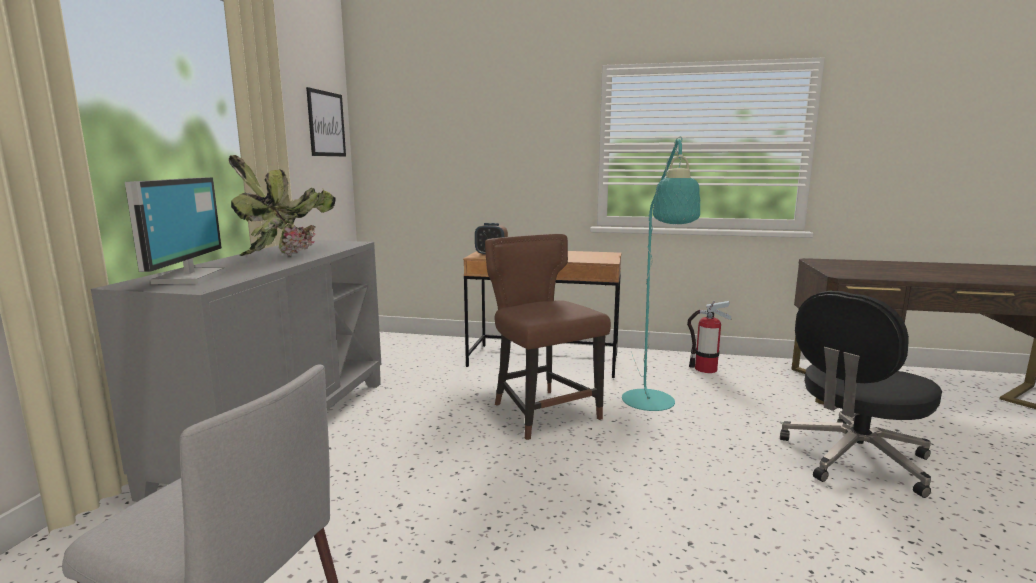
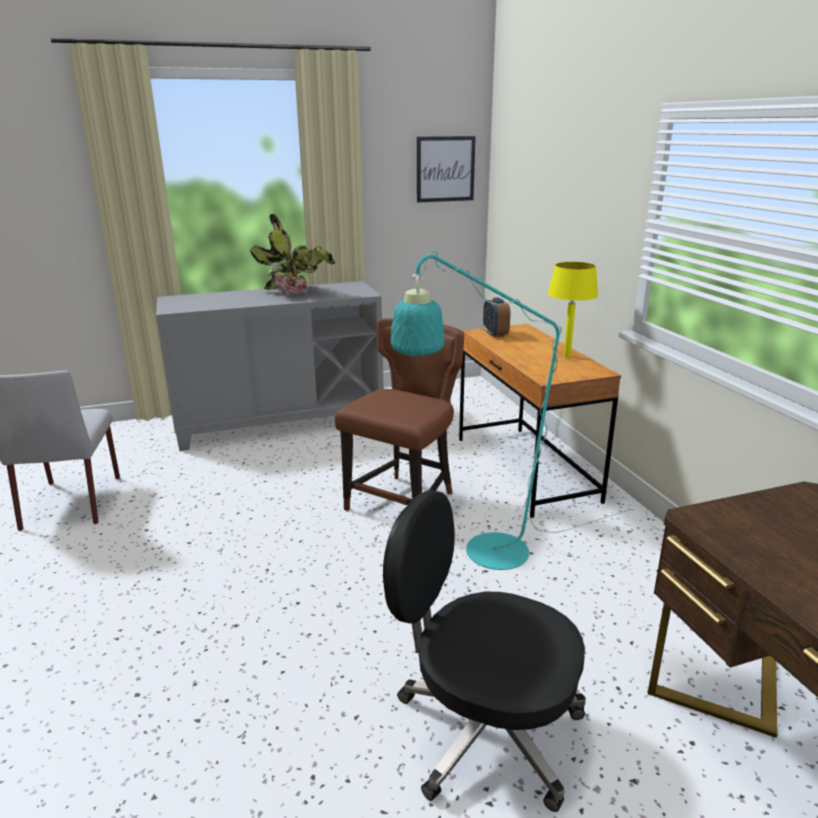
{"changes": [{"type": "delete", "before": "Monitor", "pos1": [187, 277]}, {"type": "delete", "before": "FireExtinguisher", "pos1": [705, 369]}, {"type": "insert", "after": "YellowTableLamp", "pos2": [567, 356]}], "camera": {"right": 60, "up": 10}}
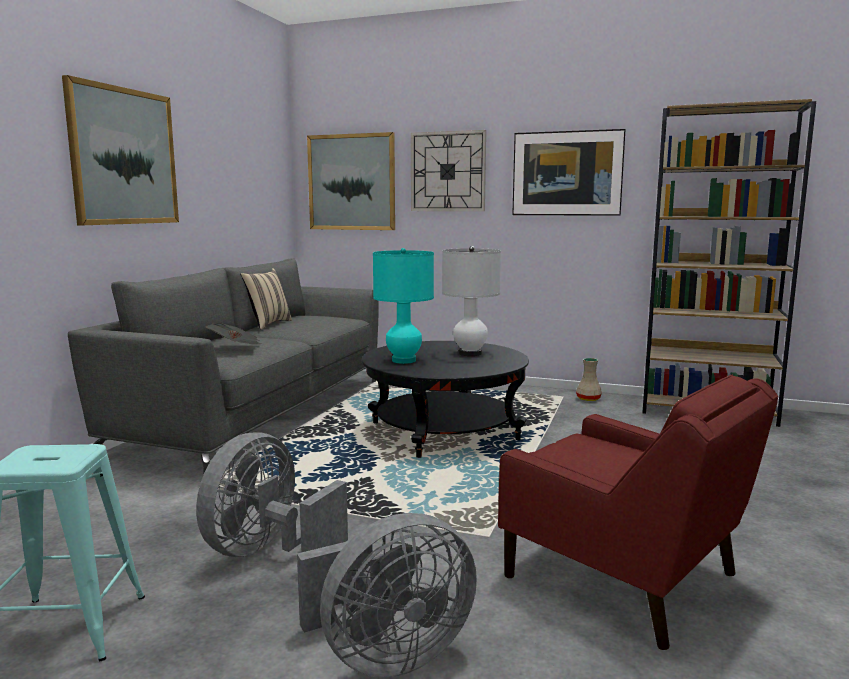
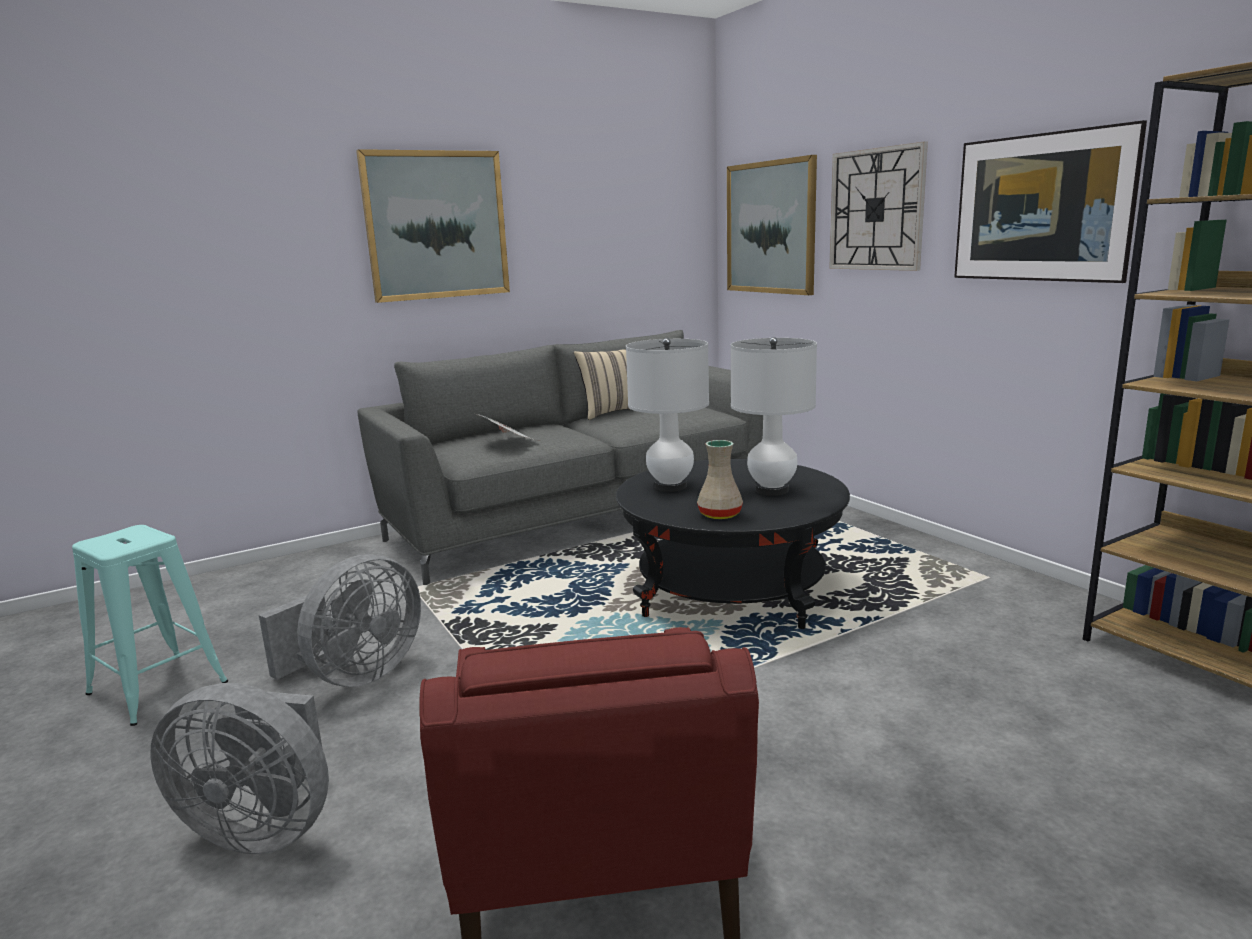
{"changes": [{"type": "recolor", "before": "TurquoiseTableLamp", "after": "WhiteTableLamp", "pos1": [404, 360], "pos2": [670, 487]}, {"type": "move", "before": "BeigeColouredFlowerVase", "pos1": [588, 399], "pos2": [719, 515]}, {"type": "rotate", "before": "GrayCoolingFan", "pos1": [267, 551], "pos2": [356, 676], "turn": 150}], "camera": {"right": 40, "up": 5}}
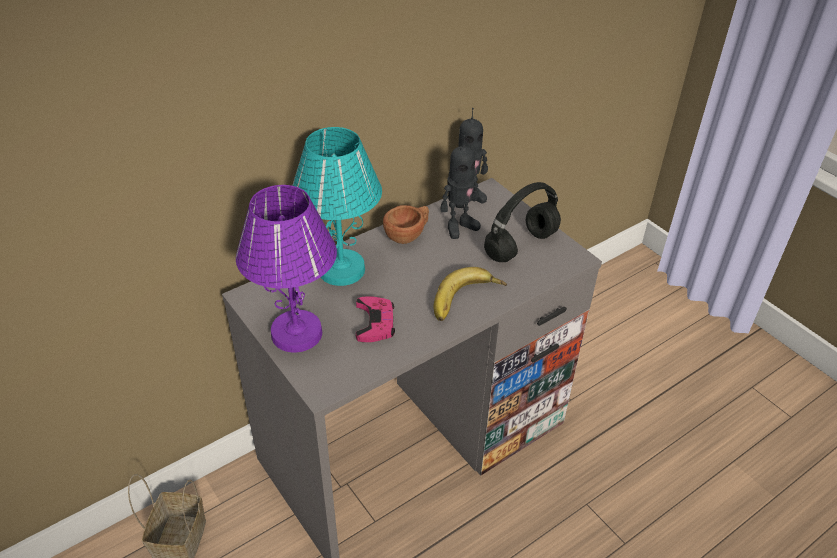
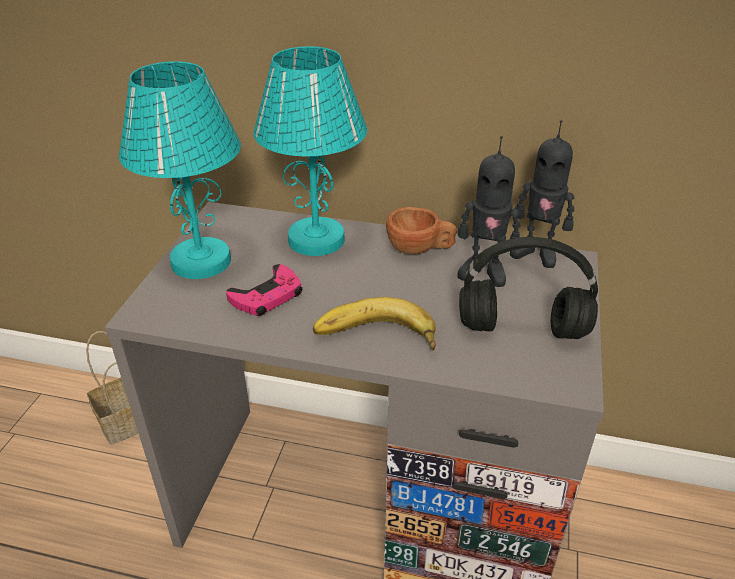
{"changes": [{"type": "recolor", "before": "PurpleTableLamp", "after": "TurquoiseTableLamp", "pos1": [296, 334], "pos2": [200, 261]}], "camera": {"right": 50, "up": -5}}
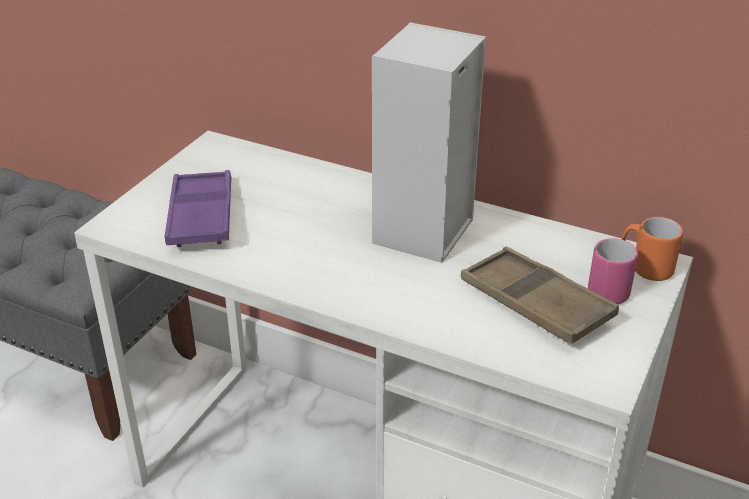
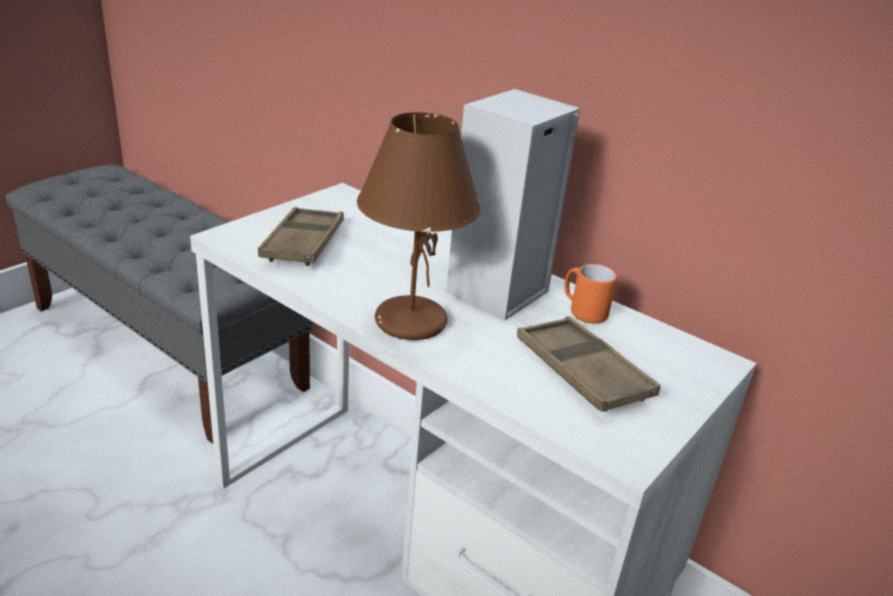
{"changes": [{"type": "recolor", "before": "PurpleTray", "after": "BrownishTray", "pos1": [201, 216], "pos2": [303, 243]}, {"type": "move", "before": "OrangeCoffeeMug", "pos1": [645, 268], "pos2": [582, 312]}, {"type": "delete", "before": "PinkishCoffeeMug", "pos1": [607, 288]}, {"type": "insert", "after": "BrownishTableLamp", "pos2": [409, 321]}], "camera": {"right": 10, "up": -5}}
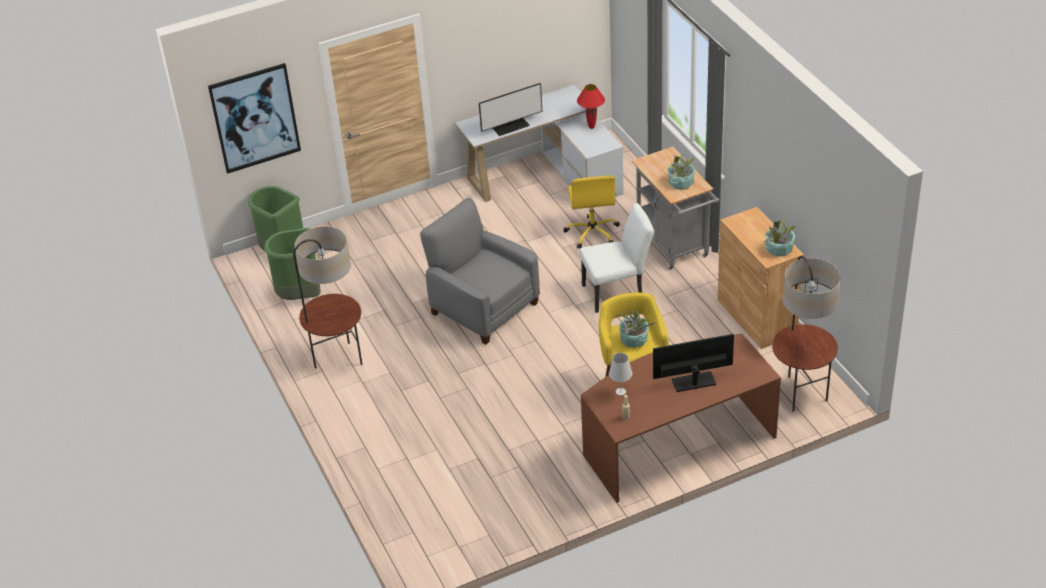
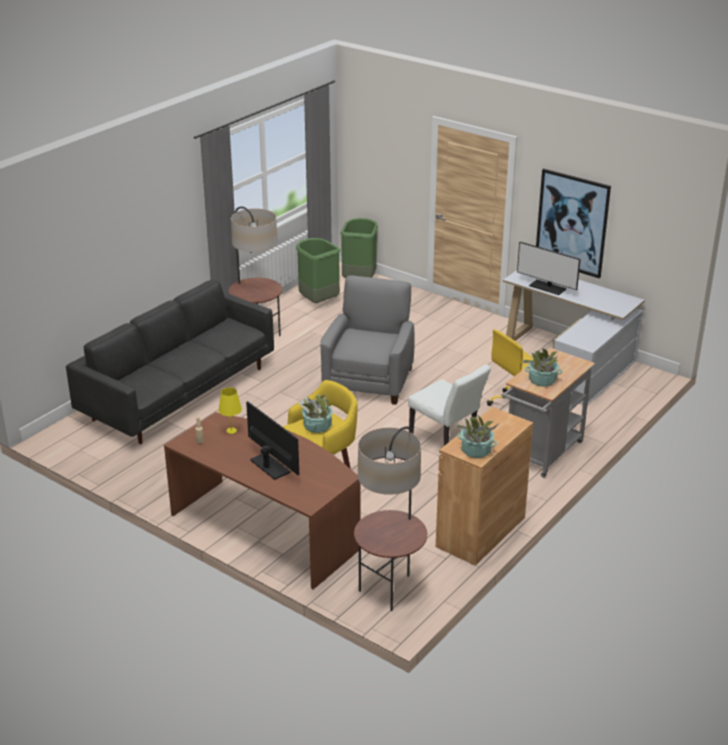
{"changes": [{"type": "move", "before": "WallArt", "pos1": [255, 118], "pos2": [572, 223]}, {"type": "delete", "before": "ReddishTableLamp", "pos1": [592, 127]}, {"type": "recolor", "before": "WhiteTableLamp", "after": "YellowTableLamp", "pos1": [621, 392], "pos2": [231, 431]}, {"type": "insert", "after": "BlackSettee", "pos2": [180, 394]}], "camera": {"right": 60, "up": -10}}
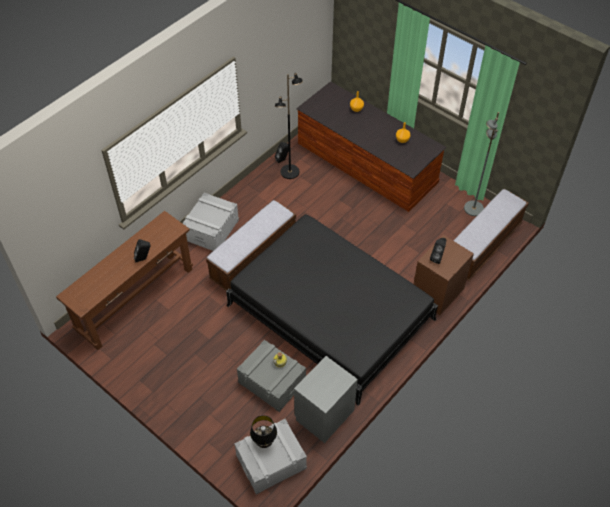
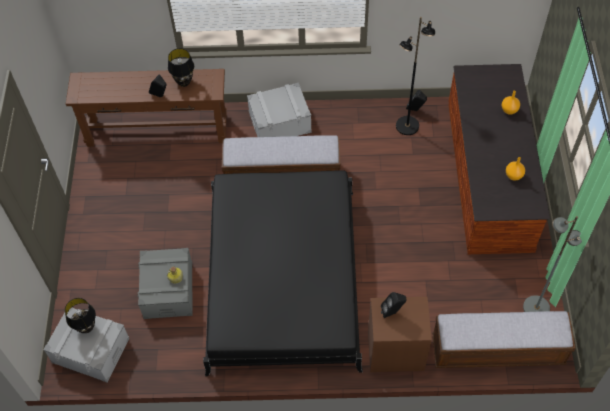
{"changes": [{"type": "delete", "before": "GrayNightTable", "pos1": [324, 414]}, {"type": "insert", "after": "BlackTableLamp", "pos2": [184, 82]}], "camera": {"right": 50, "up": 5}}
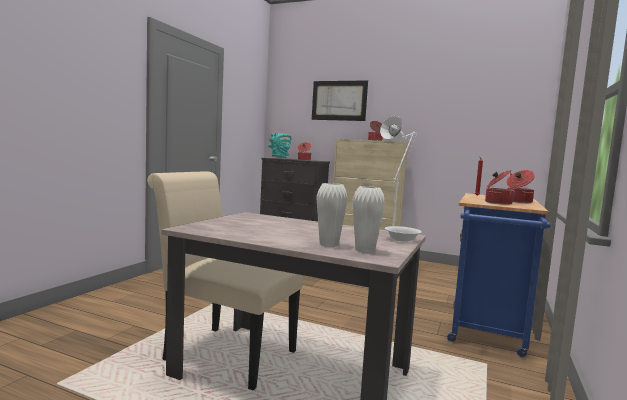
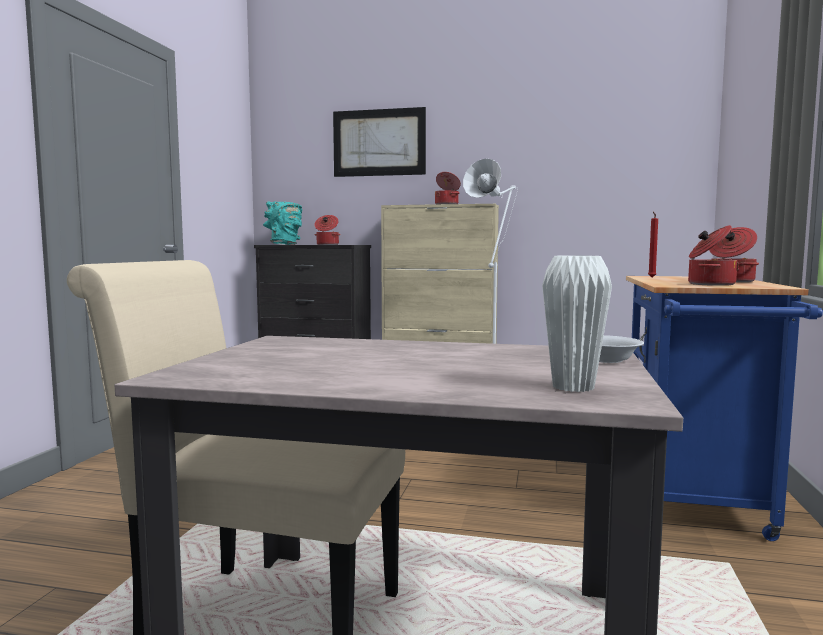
{"changes": [{"type": "delete", "before": "WhiteFlowerVase", "pos1": [329, 244]}], "camera": {"right": -10, "up": 0}}
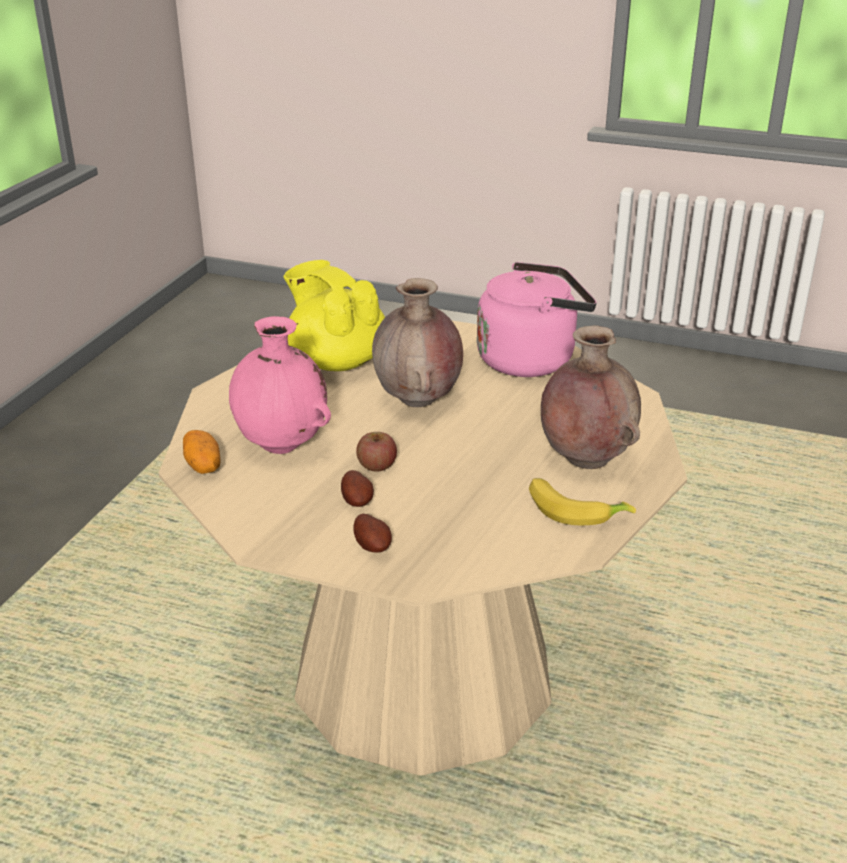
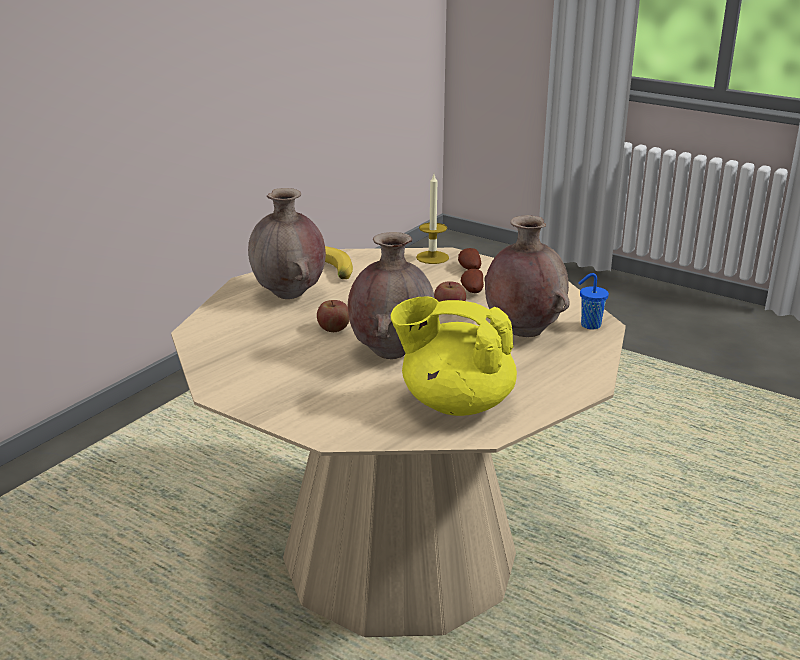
{"changes": [{"type": "rotate", "before": "YellowTeaPot", "pos1": [337, 361], "pos2": [455, 403], "turn": 135}, {"type": "delete", "before": "PinkishWaterKettle", "pos1": [531, 359]}, {"type": "recolor", "before": "PinkishFlowerVase", "after": "BrownishFlowerVase", "pos1": [283, 446], "pos2": [523, 331]}, {"type": "replace", "before": "Spud", "after": "BlueSmallCup", "pos1": [203, 465], "pos2": [589, 325]}, {"type": "insert", "after": "Candle", "pos2": [432, 257]}, {"type": "insert", "after": "AppleFruit", "pos2": [333, 328]}], "camera": {"right": -165, "up": -5}}
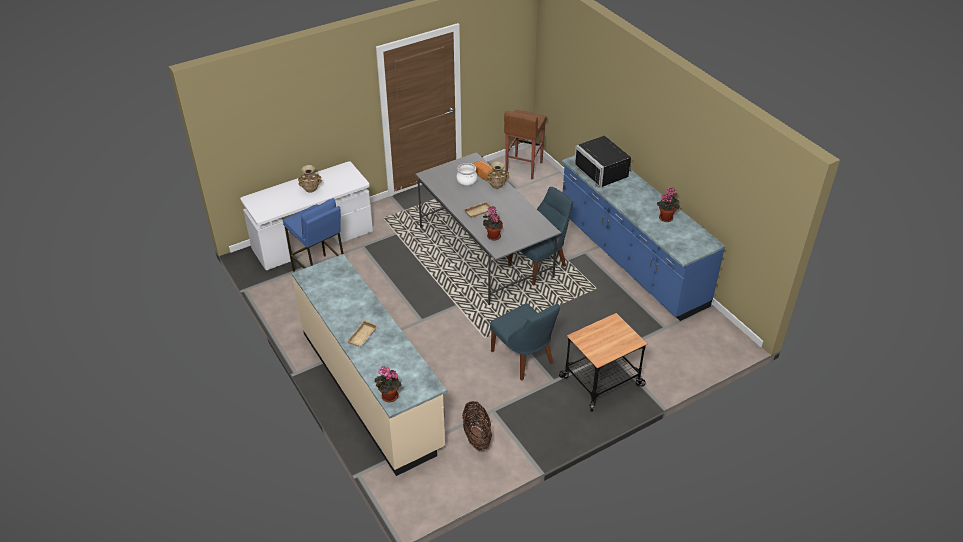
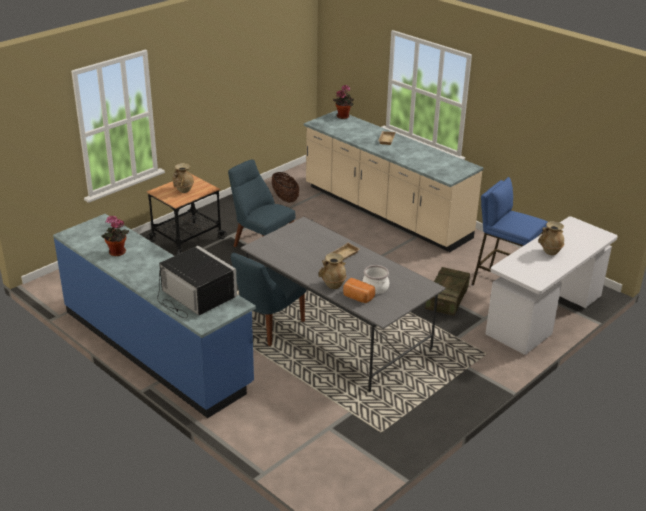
{"changes": [{"type": "delete", "before": "BrownishStoolSeat", "pos1": [523, 168]}, {"type": "delete", "before": "Houseplant", "pos1": [492, 236]}, {"type": "insert", "after": "BeigeColouredFlowerVase", "pos2": [183, 191]}, {"type": "insert", "after": "ShippingCrate", "pos2": [446, 299]}], "camera": {"right": 165, "up": -10}}
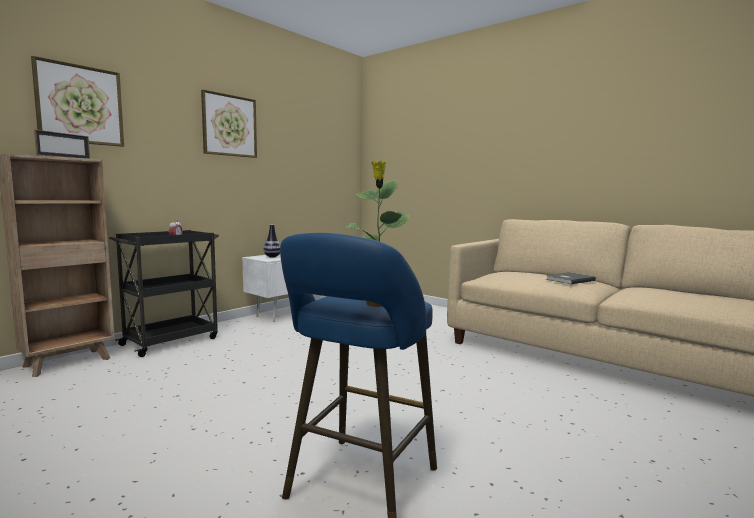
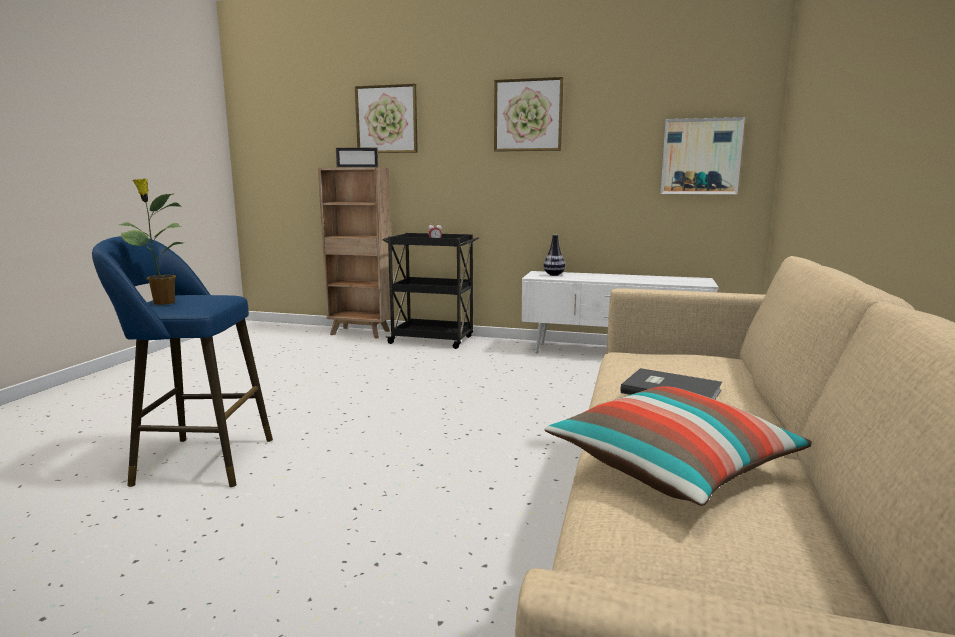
{"changes": [{"type": "insert", "after": "WallArt", "pos2": [701, 156]}, {"type": "insert", "after": "Cushion", "pos2": [672, 468]}], "camera": {"right": 65, "up": 5}}
